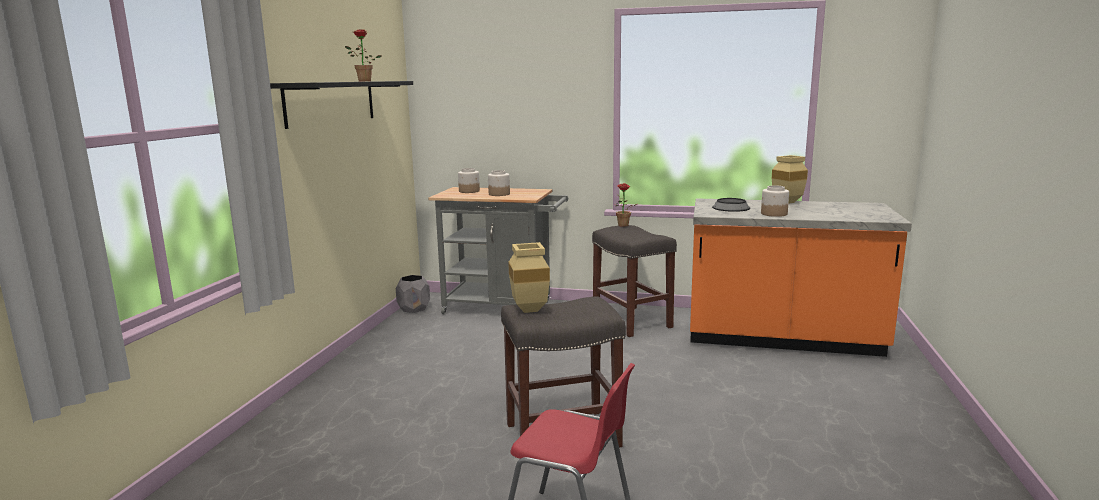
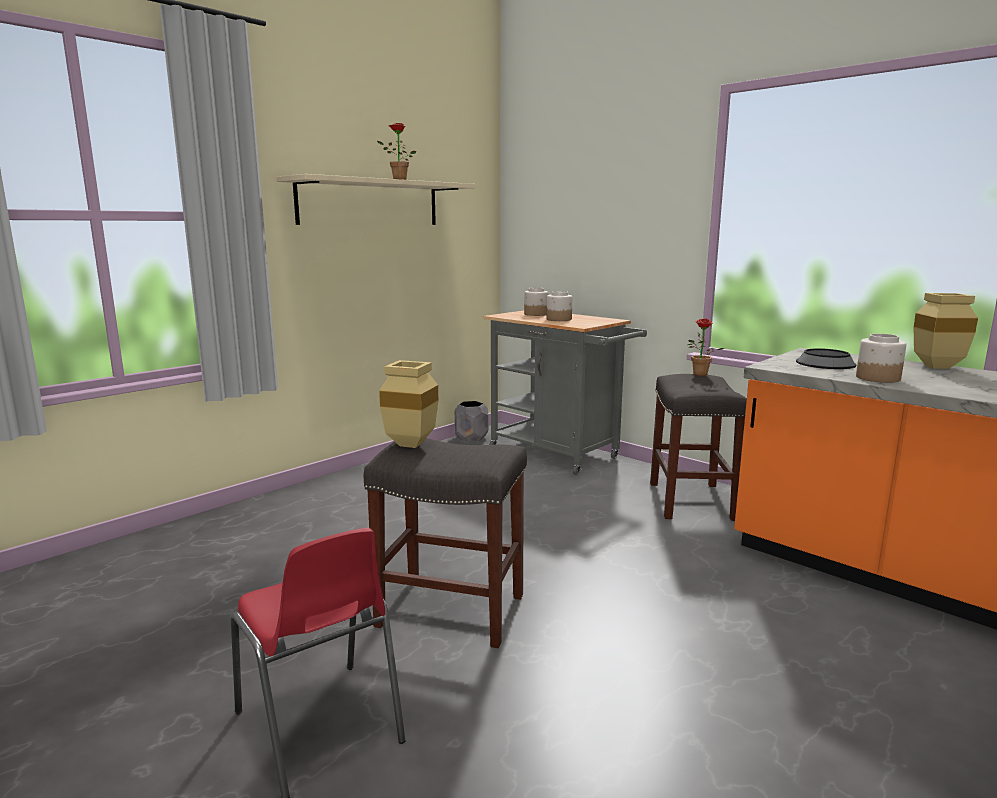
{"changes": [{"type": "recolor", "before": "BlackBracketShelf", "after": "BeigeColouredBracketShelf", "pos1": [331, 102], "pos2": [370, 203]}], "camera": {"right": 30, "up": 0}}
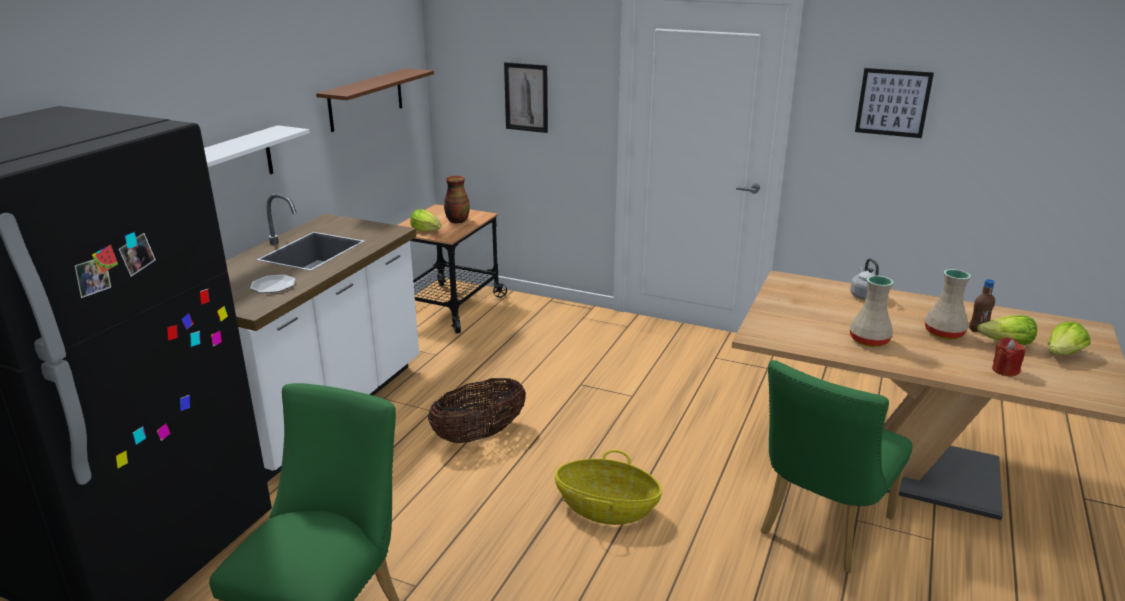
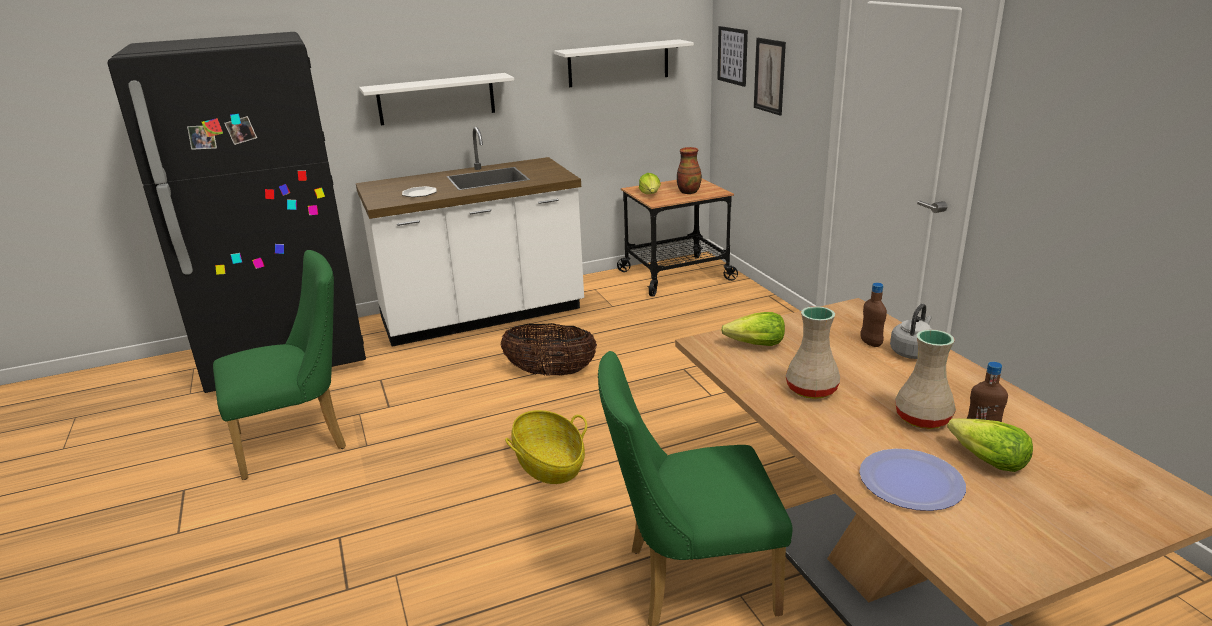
{"changes": [{"type": "recolor", "before": "BrownishBracketShelf", "after": "WhiteBracketShelf", "pos1": [366, 99], "pos2": [618, 63]}, {"type": "move", "before": "WallArt", "pos1": [893, 102], "pos2": [732, 55]}, {"type": "move", "before": "HeadOfLettuce", "pos1": [1063, 354], "pos2": [755, 345]}, {"type": "replace", "before": "ReddishCandle", "after": "Plate", "pos1": [1005, 370], "pos2": [911, 481]}, {"type": "insert", "after": "BrownishBeverageBottle", "pos2": [870, 343]}], "camera": {"right": 45, "up": 0}}
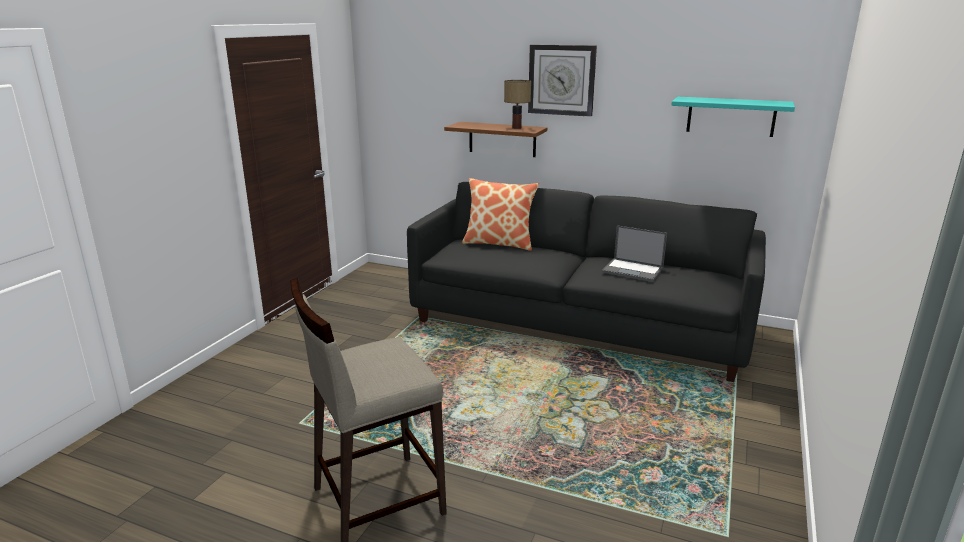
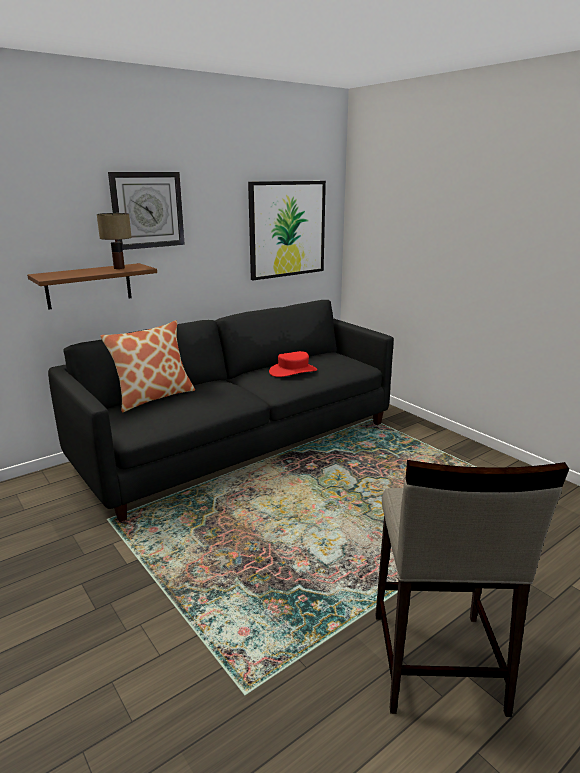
{"changes": [{"type": "replace", "before": "TurquoiseBracketShelf", "after": "WallArt", "pos1": [731, 116], "pos2": [287, 229]}, {"type": "replace", "before": "NotebookComputer", "after": "ReddishClothingHat", "pos1": [633, 270], "pos2": [293, 371]}], "camera": {"right": -60, "up": 0}}
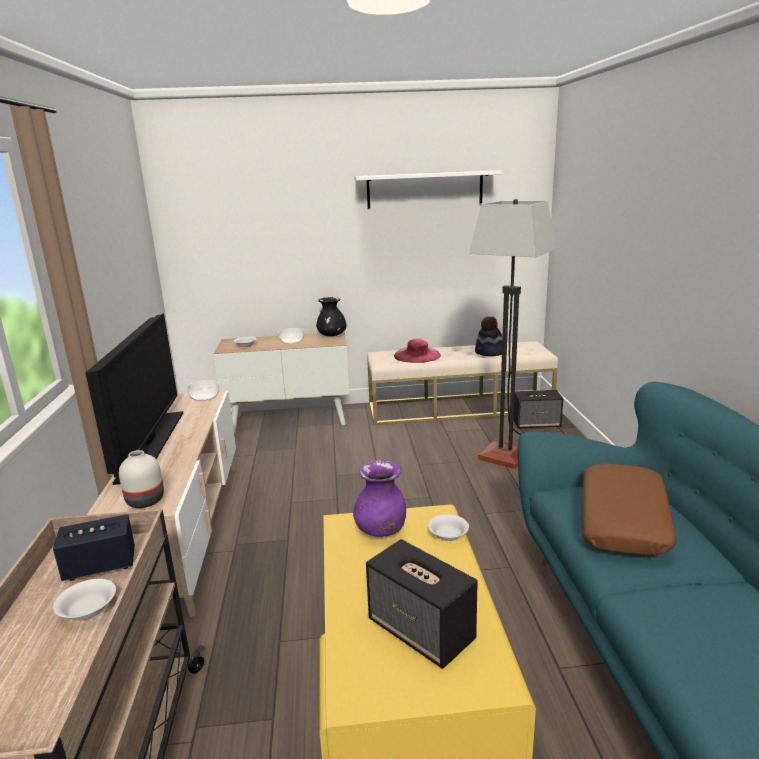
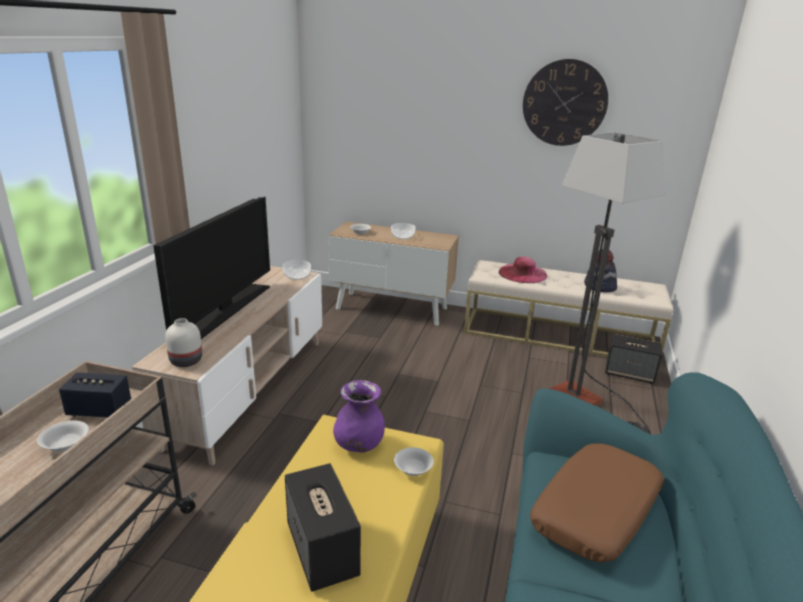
{"changes": [{"type": "replace", "before": "WhiteBracketShelf", "after": "WallClock", "pos1": [425, 189], "pos2": [564, 103]}, {"type": "delete", "before": "BlackFlowerVase", "pos1": [332, 335]}], "camera": {"right": 20, "up": 5}}
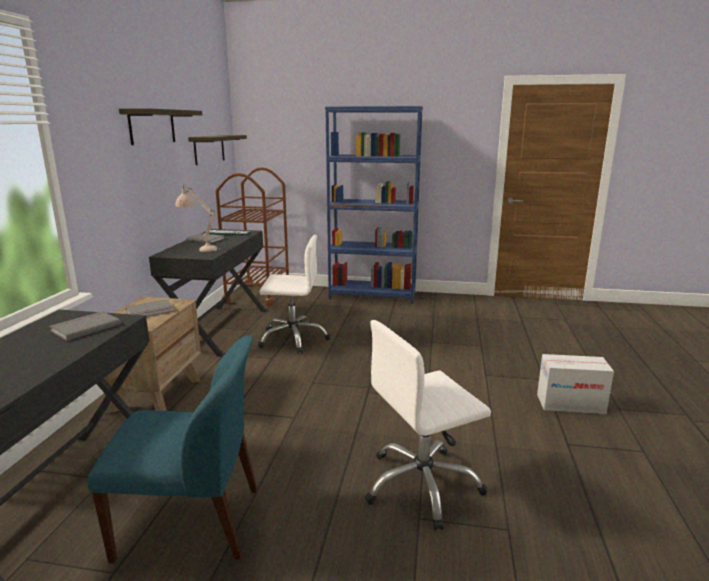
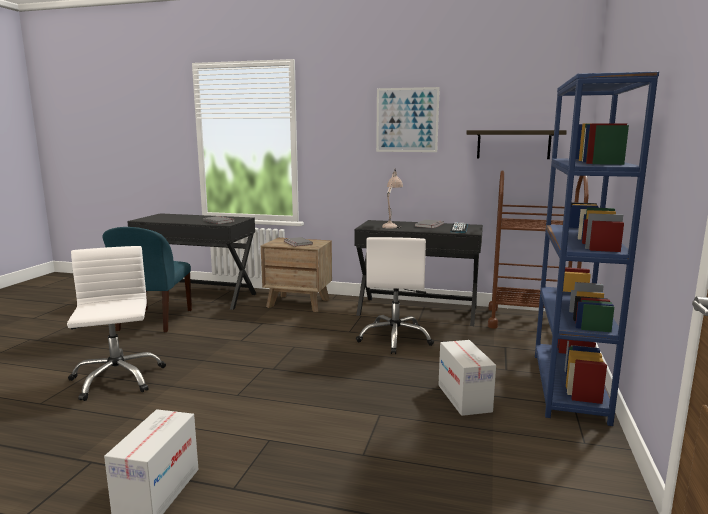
{"changes": [{"type": "replace", "before": "BracketShelf", "after": "WallArt", "pos1": [152, 126], "pos2": [407, 120]}, {"type": "insert", "after": "Carton", "pos2": [464, 398]}], "camera": {"right": 95, "up": -5}}
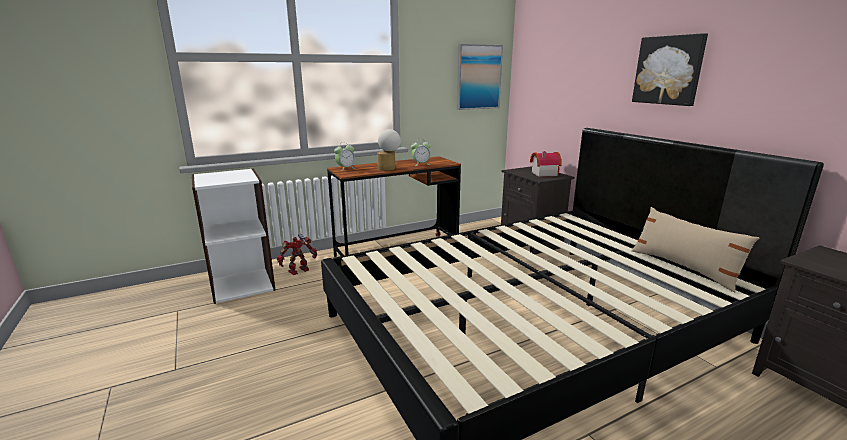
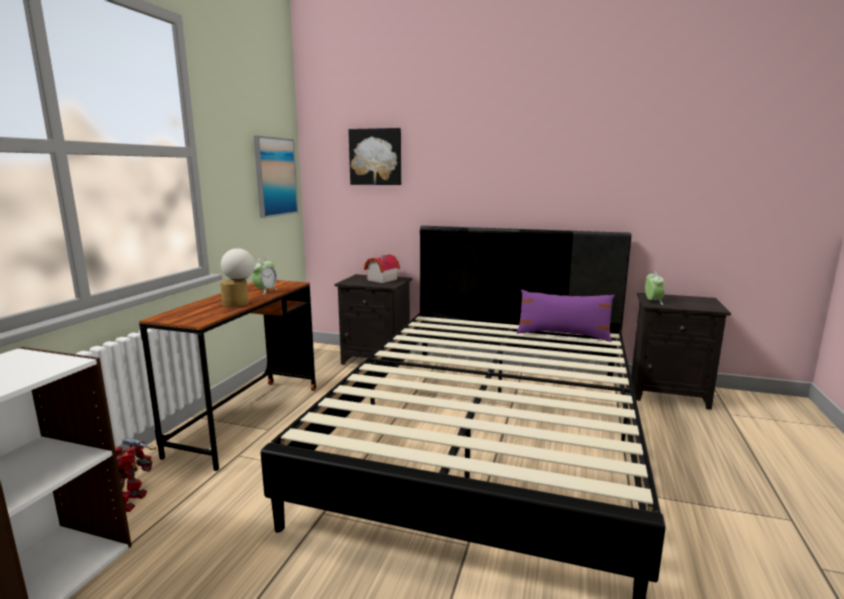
{"changes": [{"type": "move", "before": "WallArt", "pos1": [669, 70], "pos2": [376, 157]}, {"type": "move", "before": "TableClock", "pos1": [345, 168], "pos2": [653, 302]}, {"type": "recolor", "before": "BeigeColouredCushion", "after": "PurpleCushion", "pos1": [683, 268], "pos2": [563, 335]}], "camera": {"right": -45, "up": -5}}
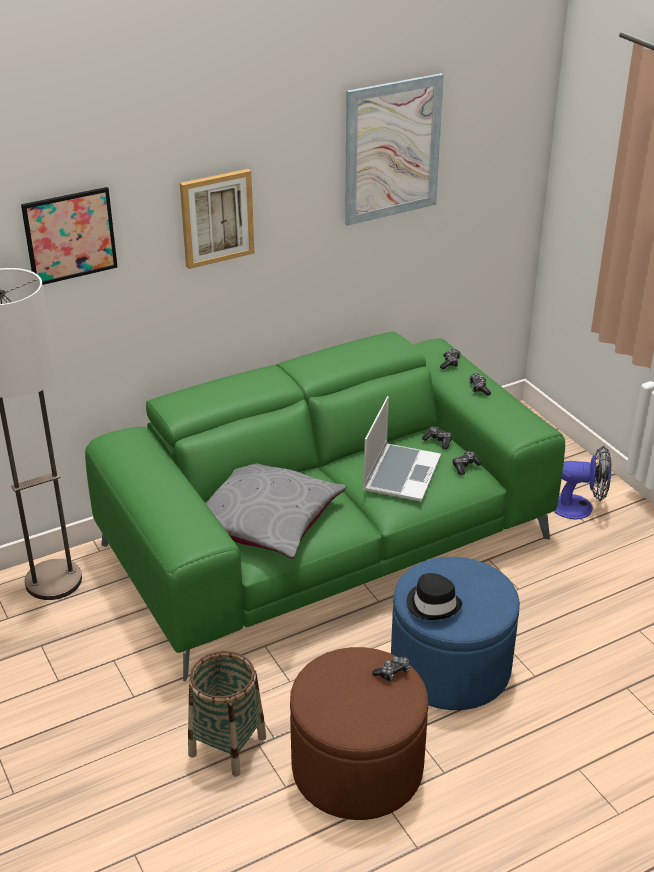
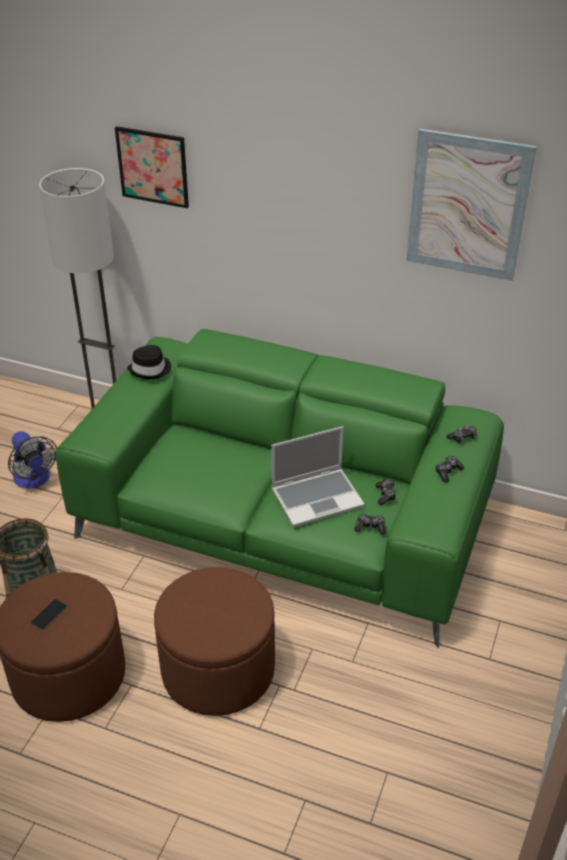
{"changes": [{"type": "delete", "before": "WallArt", "pos1": [216, 217]}, {"type": "move", "before": "CoolingFan", "pos1": [580, 507], "pos2": [34, 480]}, {"type": "delete", "before": "GrayCushion", "pos1": [266, 519]}, {"type": "recolor", "before": "BlueOttoman", "after": "BrownishOttoman", "pos1": [450, 667], "pos2": [218, 669]}, {"type": "move", "before": "BlackClothingHat", "pos1": [433, 604], "pos2": [150, 369]}, {"type": "delete", "before": "Gamepad", "pos1": [392, 672]}, {"type": "insert", "after": "Telephone", "pos2": [49, 615]}], "camera": {"right": 50, "up": 5}}
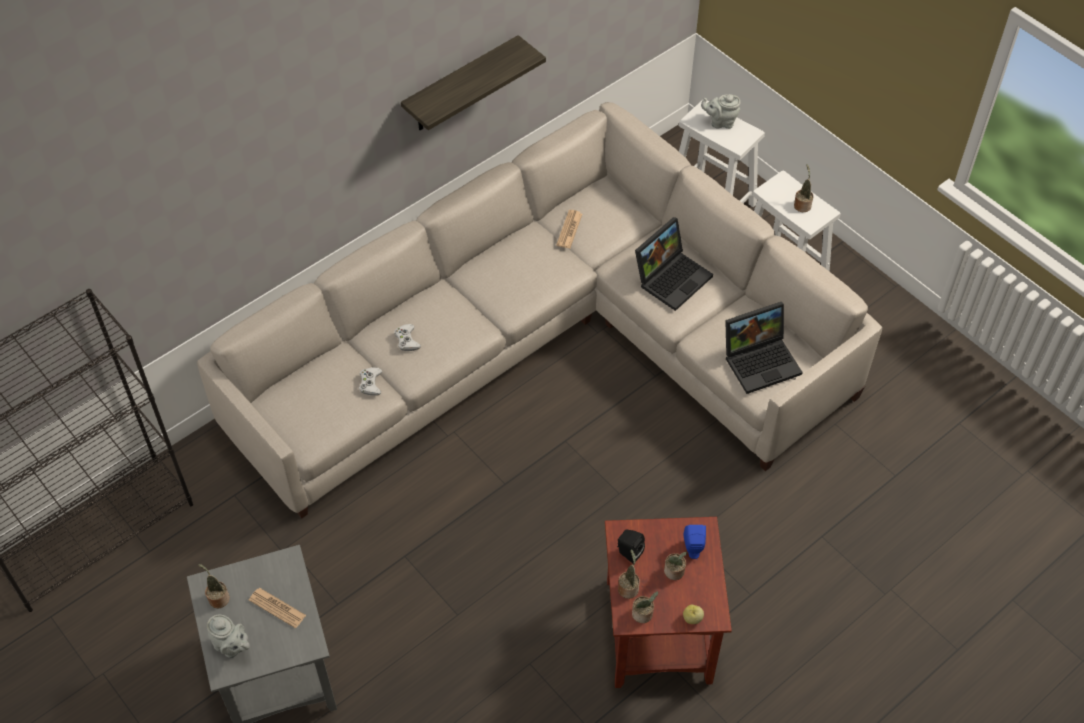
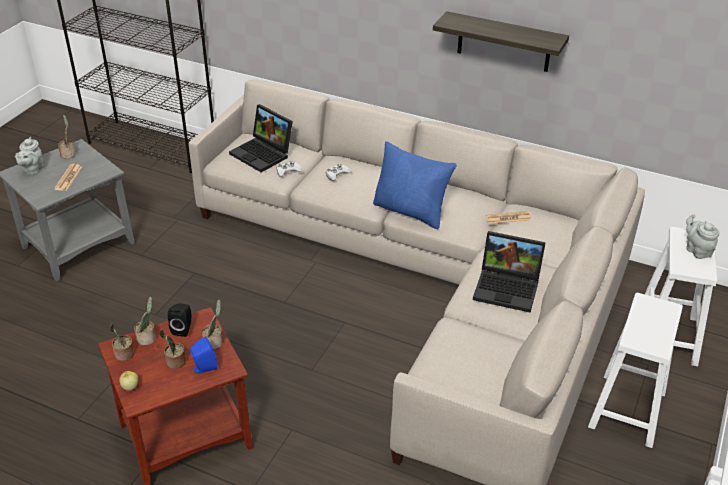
{"changes": [{"type": "move", "before": "Houseplant", "pos1": [802, 205], "pos2": [214, 342]}, {"type": "move", "before": "NotebookComputer", "pos1": [761, 360], "pos2": [263, 154]}, {"type": "insert", "after": "BlueCushion", "pos2": [411, 211]}], "camera": {"right": 65, "up": -15}}
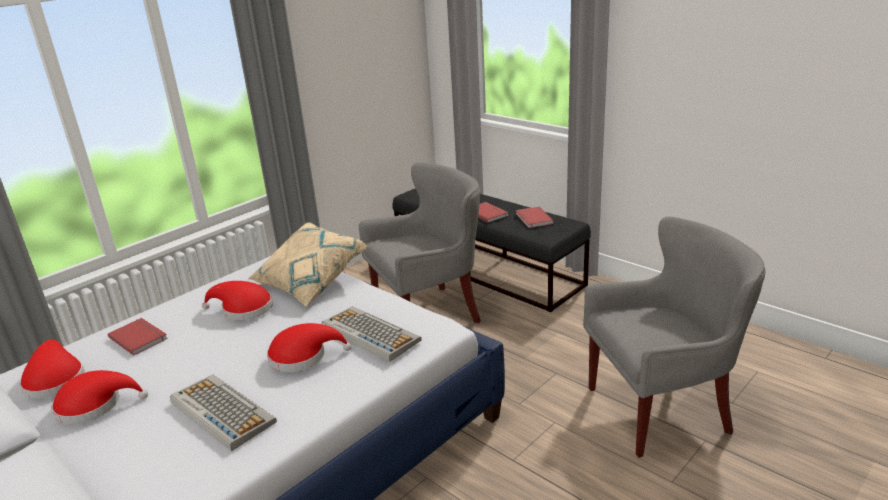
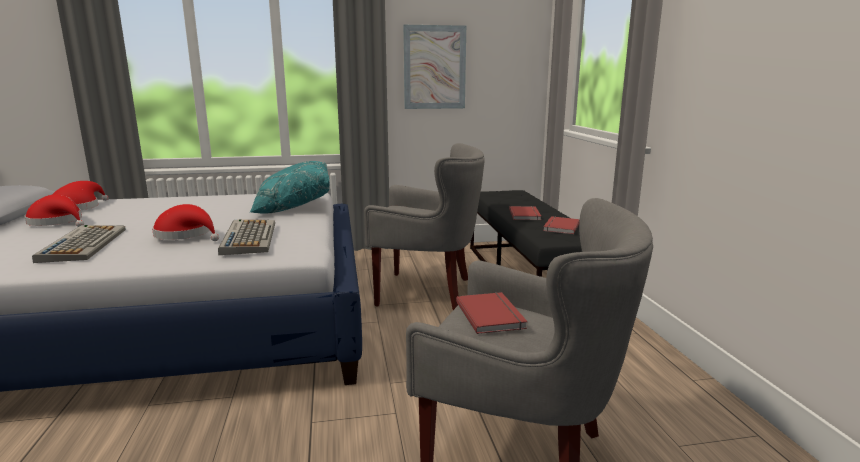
{"changes": [{"type": "recolor", "before": "BeigeColouredCushion", "after": "TurquoiseCushion", "pos1": [309, 281], "pos2": [292, 206]}, {"type": "delete", "before": "ReddishClothingHat", "pos1": [243, 309]}, {"type": "move", "before": "ReddishBook", "pos1": [139, 337], "pos2": [492, 315]}, {"type": "insert", "after": "WallArt", "pos2": [434, 67]}], "camera": {"right": 35, "up": -10}}
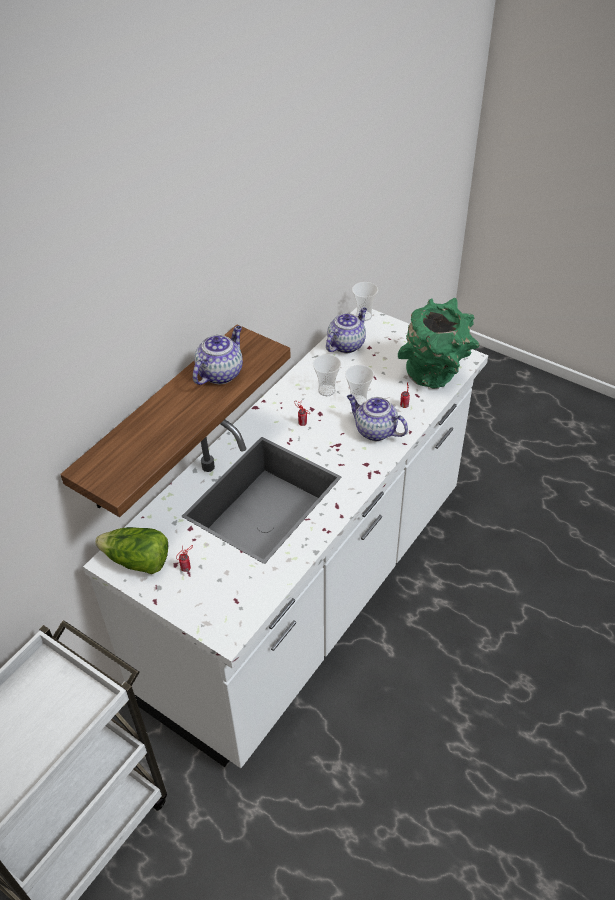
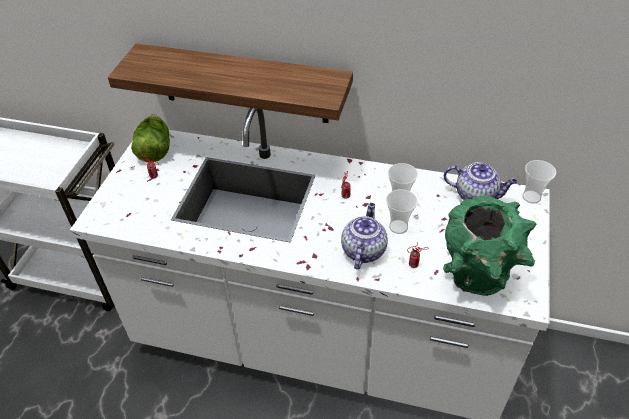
{"changes": [{"type": "delete", "before": "TeaPot", "pos1": [220, 373]}], "camera": {"right": 70, "up": 0}}
